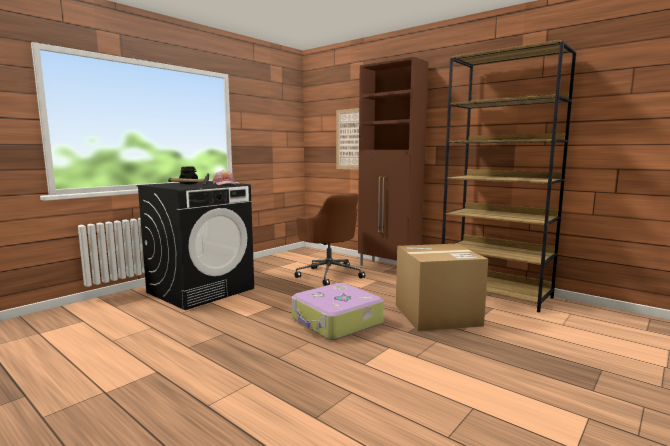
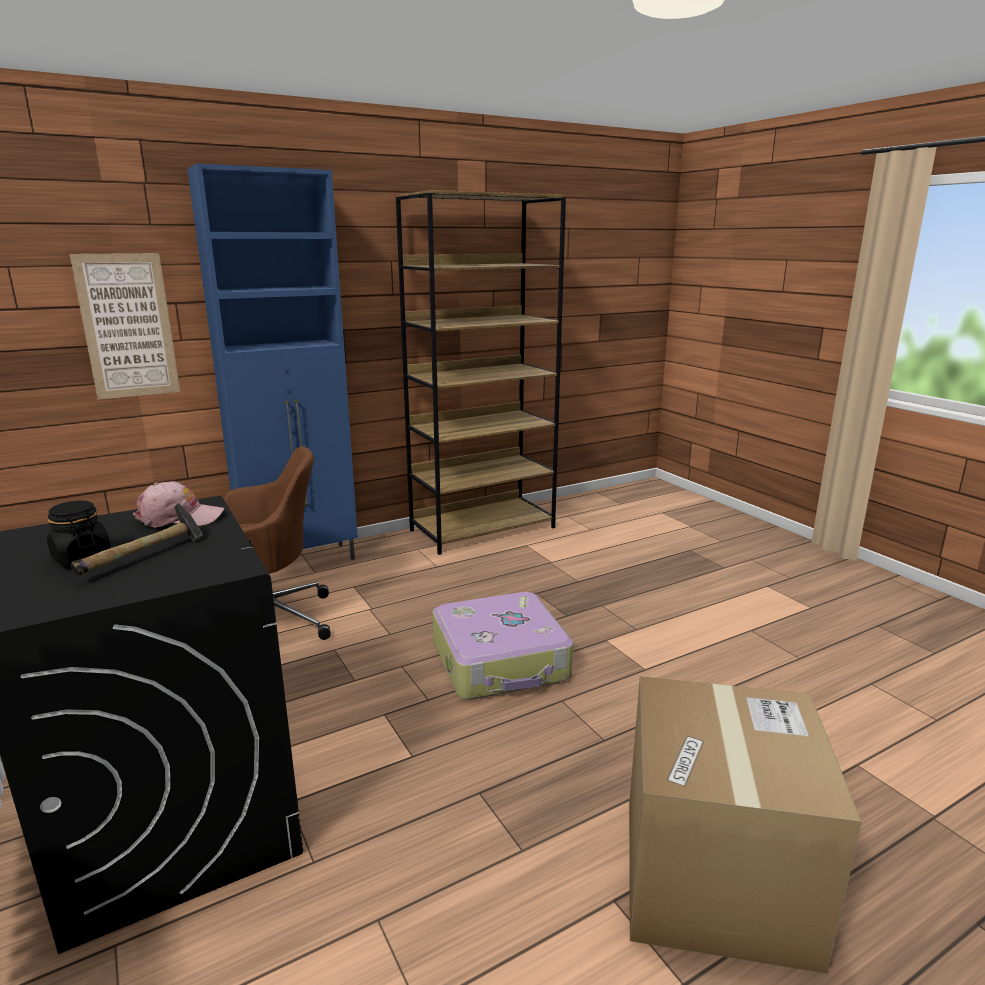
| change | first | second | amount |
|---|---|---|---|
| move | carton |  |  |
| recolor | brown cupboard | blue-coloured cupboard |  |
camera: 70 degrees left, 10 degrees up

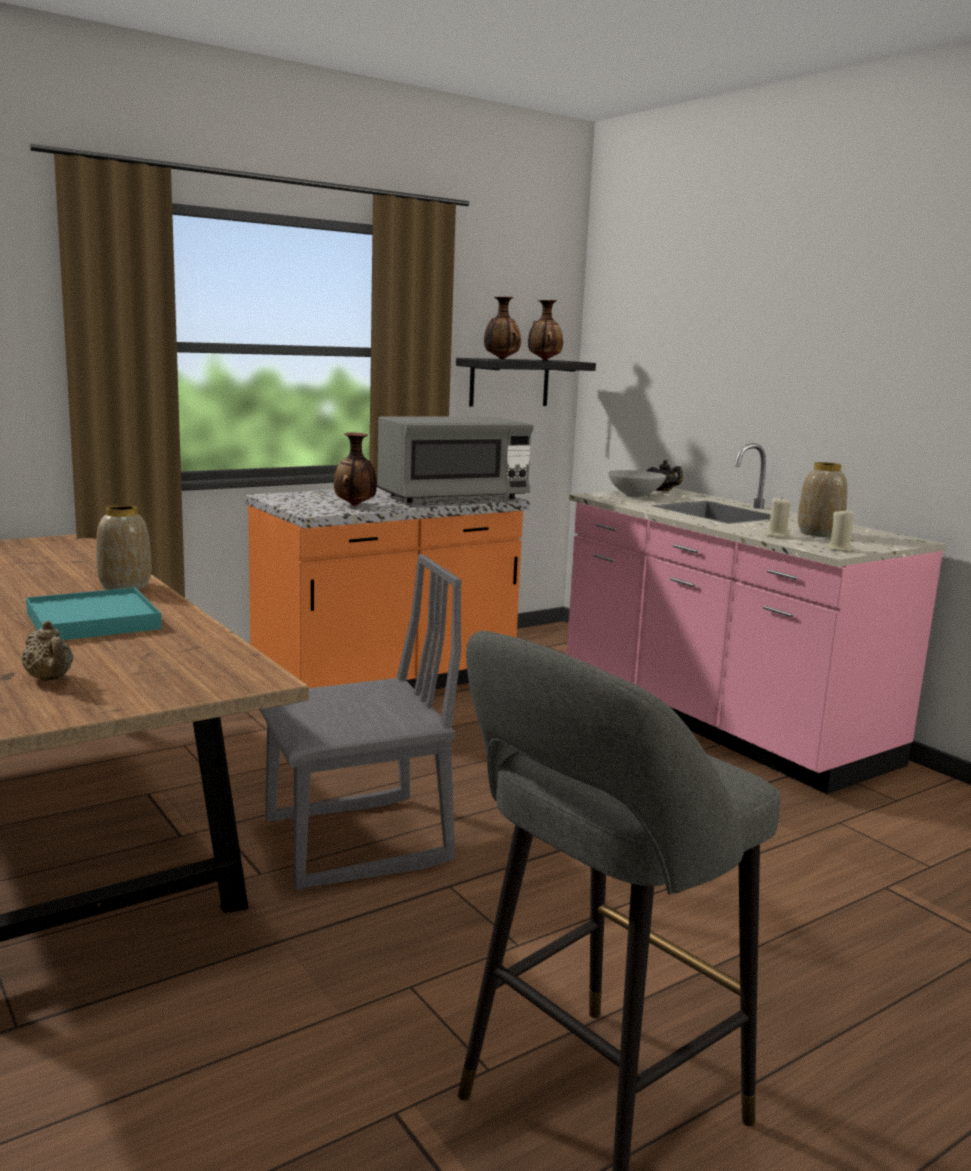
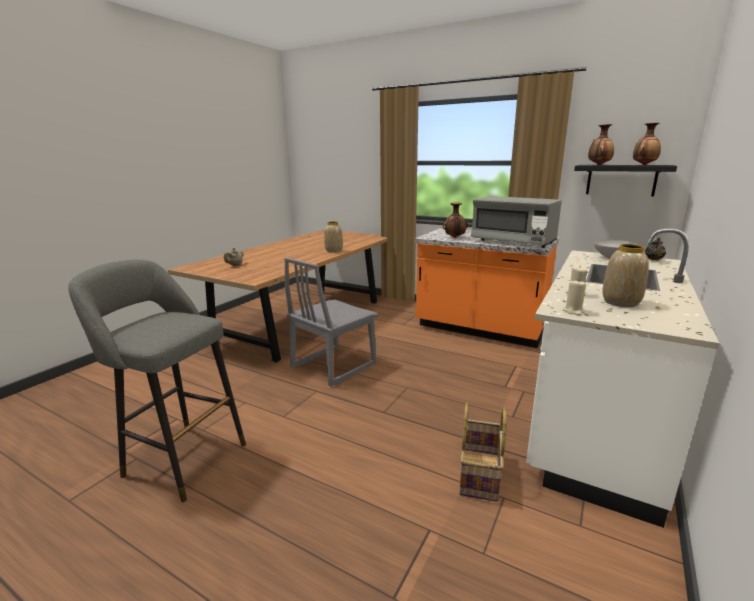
| change | first | second | amount |
|---|---|---|---|
| delete | blue-green tray |  |  |
| insert |  | basket |  |
| recolor | pink-coloured counter | whitish counter |  |
| rotate | grey plain chair |  | 90 degrees clockwise |
camera: 65 degrees right, 5 degrees up

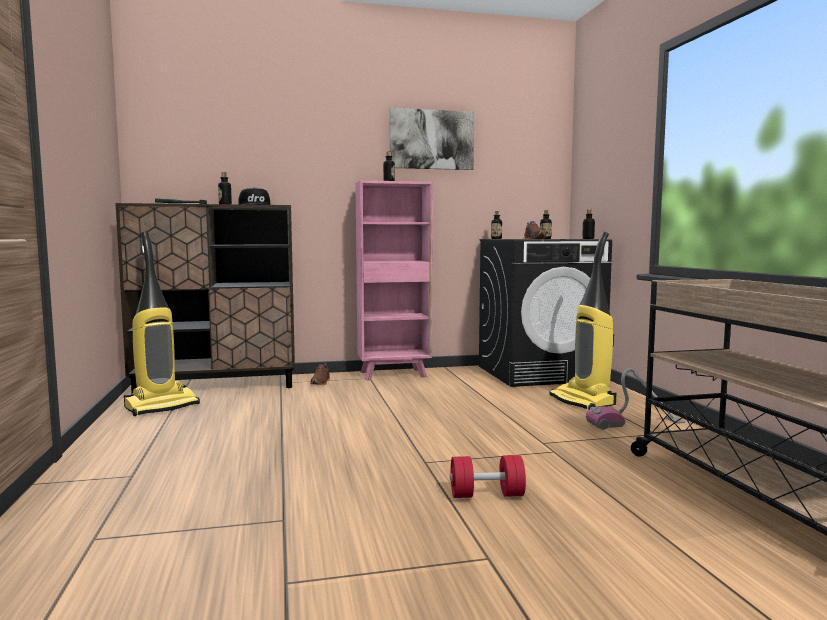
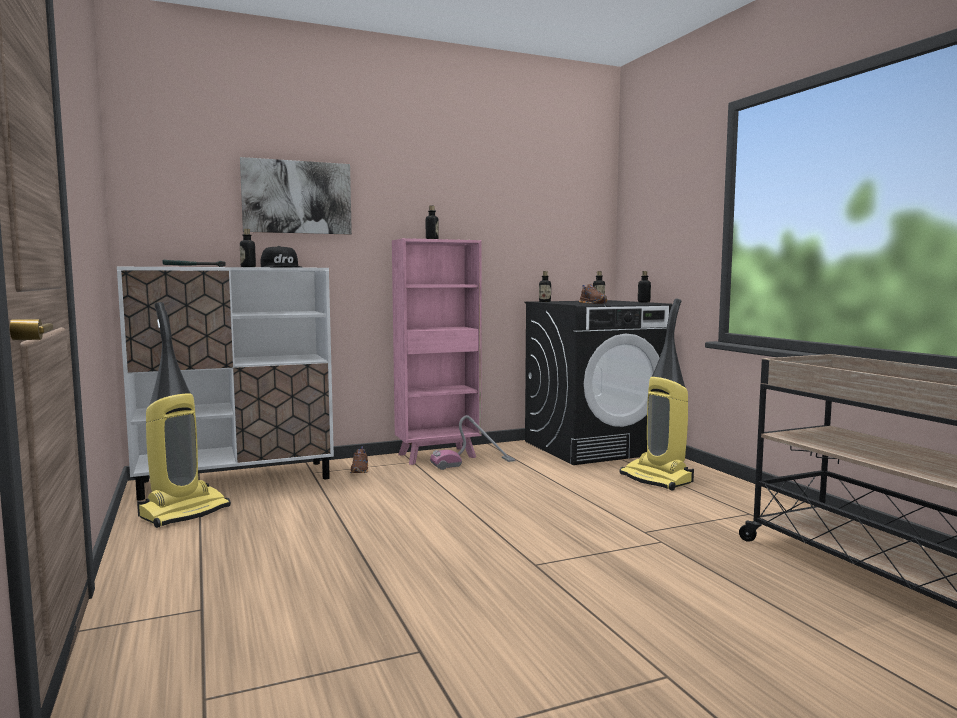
| change | first | second | amount |
|---|---|---|---|
| delete | red hand weight |  |  |
| move | wall art |  |  |
| move | vacuum cleaner (3rd from left in the first image) | vacuum cleaner (2nd from left) |  |
| recolor | brown cupboard | whitish cupboard |  |
camera: 10 degrees left, 0 degrees up

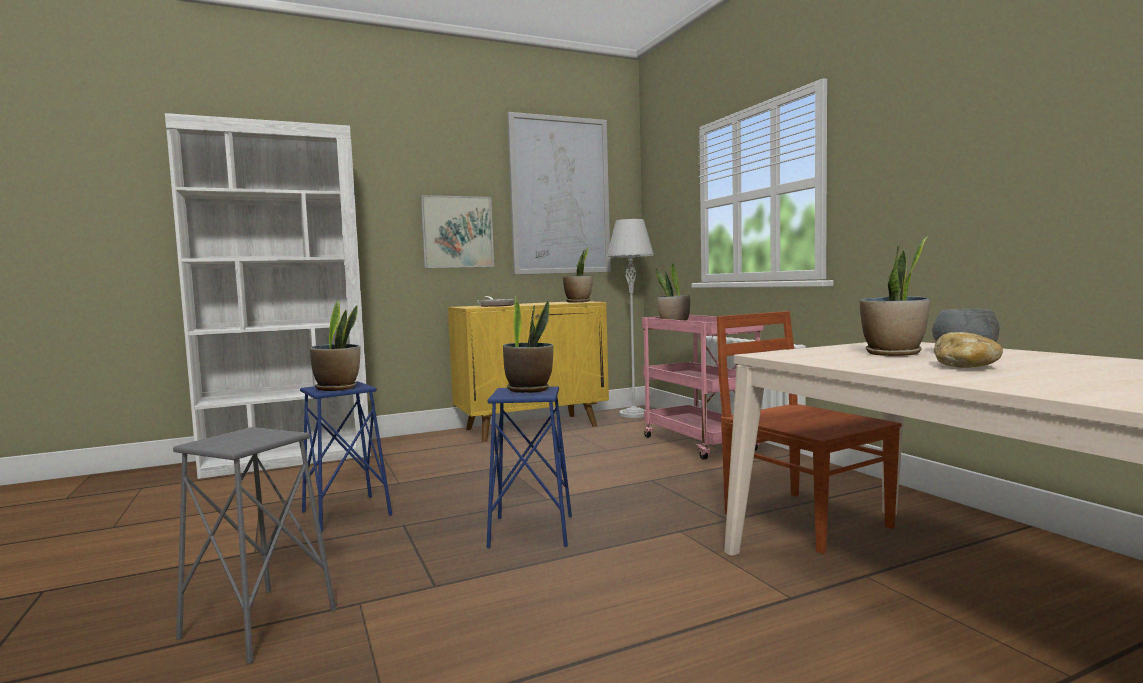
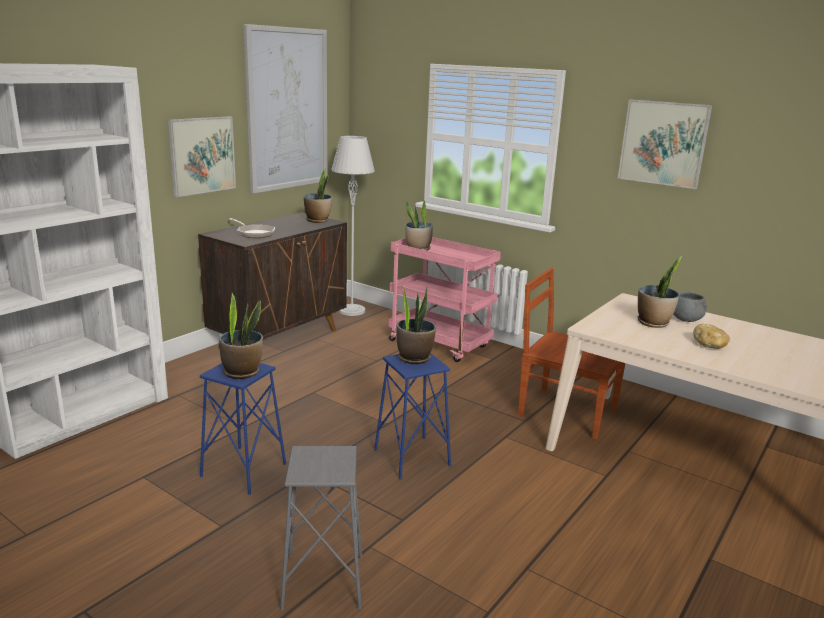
| change | first | second | amount |
|---|---|---|---|
| insert |  | wall art (3rd from left) |  |
| recolor | yellowish cupboard | brown cupboard |  |
camera: 30 degrees left, 15 degrees up

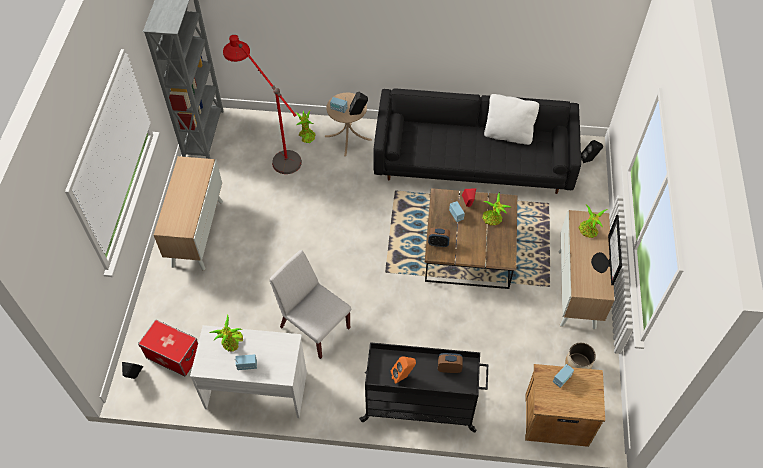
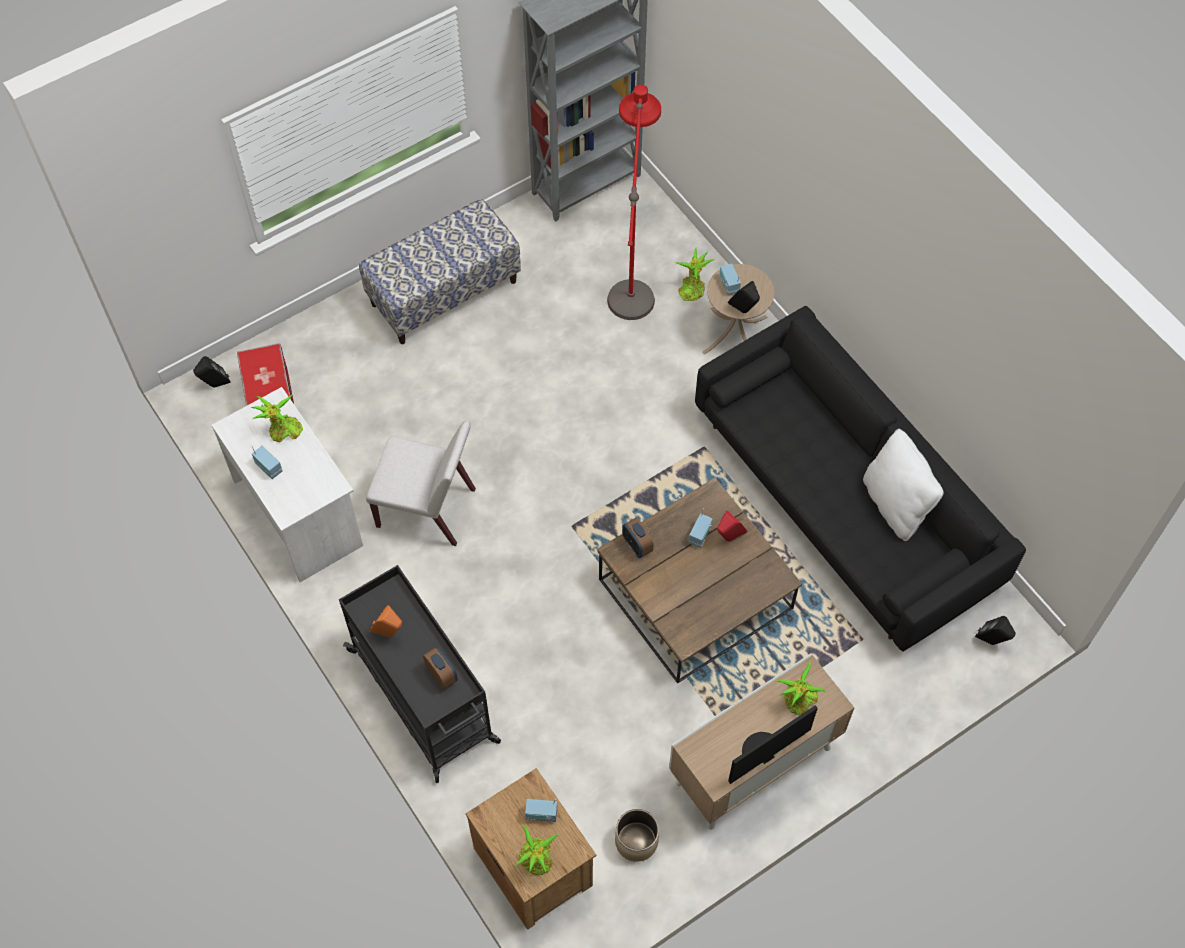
| change | first | second | amount |
|---|---|---|---|
| move | plant in a pot (3rd from left in the first image) | plant in a pot (2nd from left) |  |
| replace | cupboard (1st from left) | bench |  |
| rotate | whitish plain chair |  | 105 degrees clockwise |
camera: 50 degrees right, 5 degrees up

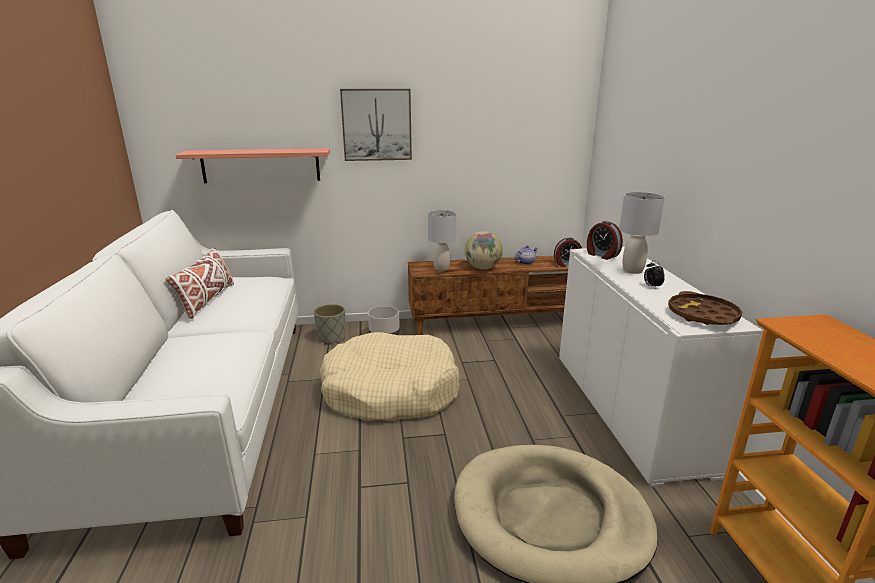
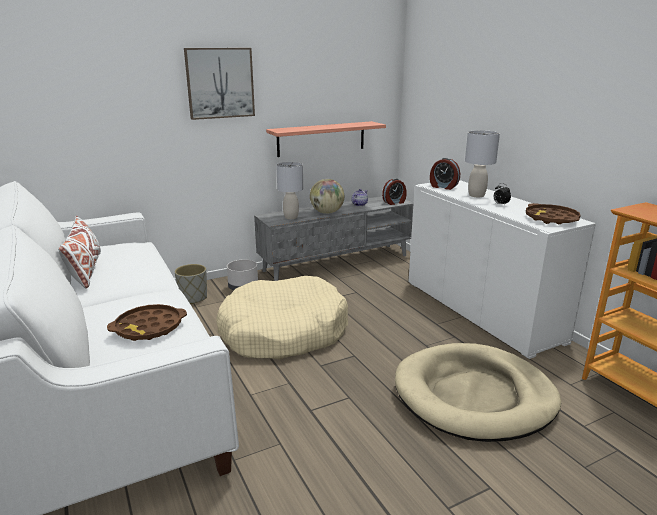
| change | first | second | amount |
|---|---|---|---|
| insert |  | brown tray (1st from left) |  |
| move | bracket shelf |  |  |
| recolor | brown tv stand | grey tv stand |  |
camera: 20 degrees left, 0 degrees up

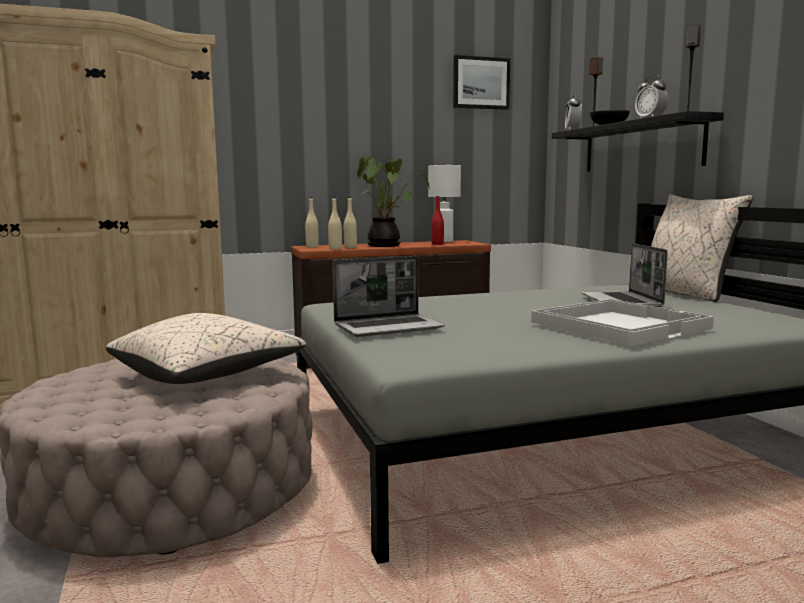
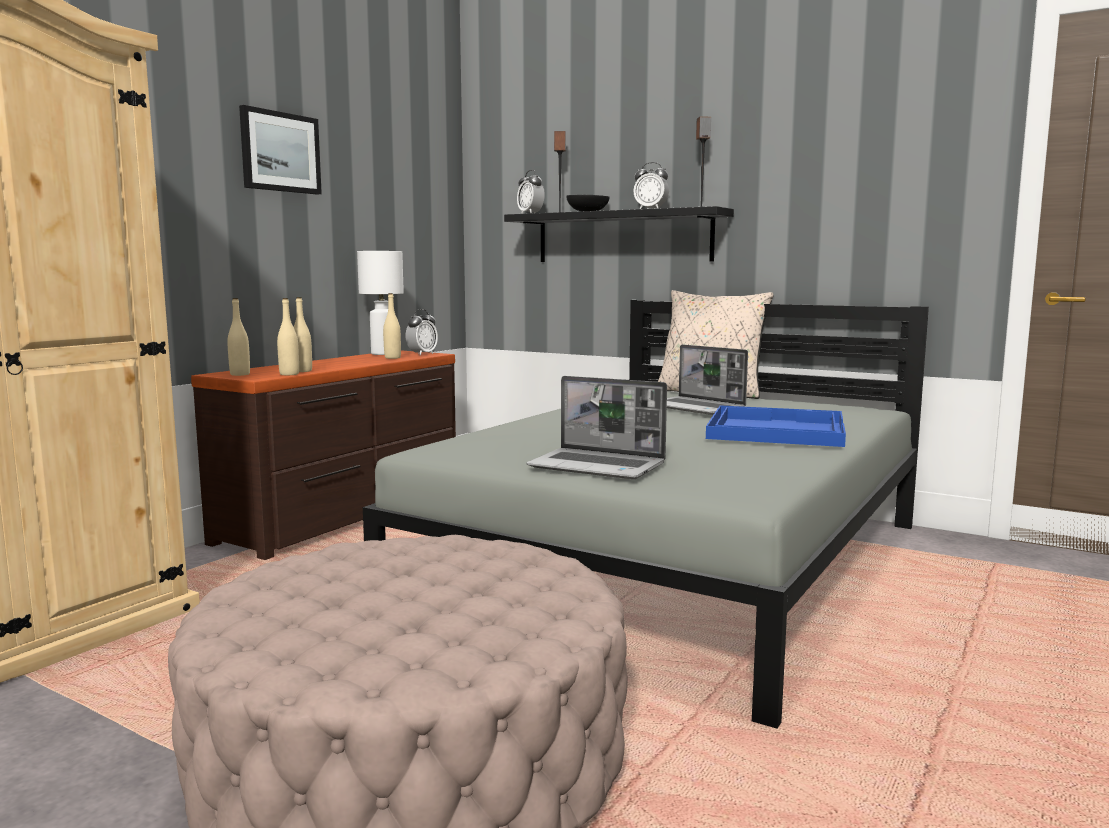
| change | first | second | amount |
|---|---|---|---|
| delete | sand-coloured cushion (1st from left) |  |  |
| delete | plant in a pot |  |  |
| insert |  | table clock (1st from left) |  |
| move | wall art |  |  |
| recolor | red drink bottle | sand-coloured drink bottle (4th from left) |  |
| recolor | whitish tray | blue-coloured tray |  |
| rotate | notebook computer (1st from left) |  | 90 degrees clockwise |
camera: 40 degrees left, 0 degrees up

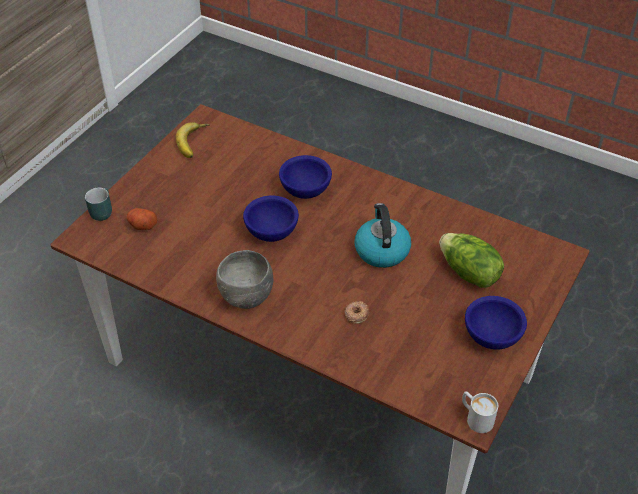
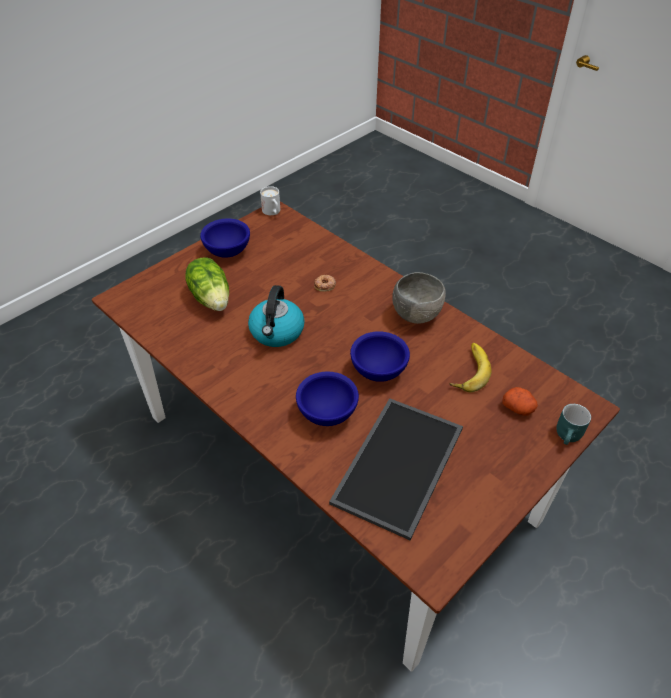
| change | first | second | amount |
|---|---|---|---|
| insert |  | tray |  |
| move | banana fruit |  |  |
camera: 165 degrees left, 0 degrees up

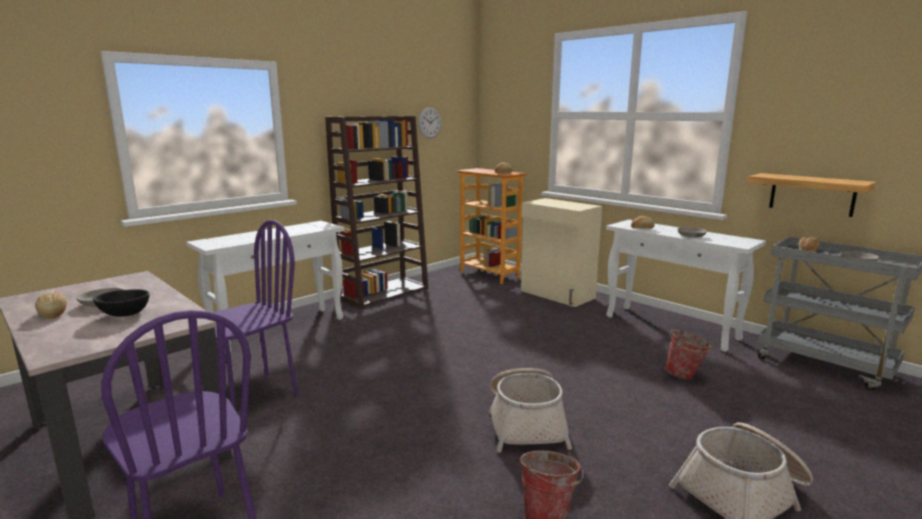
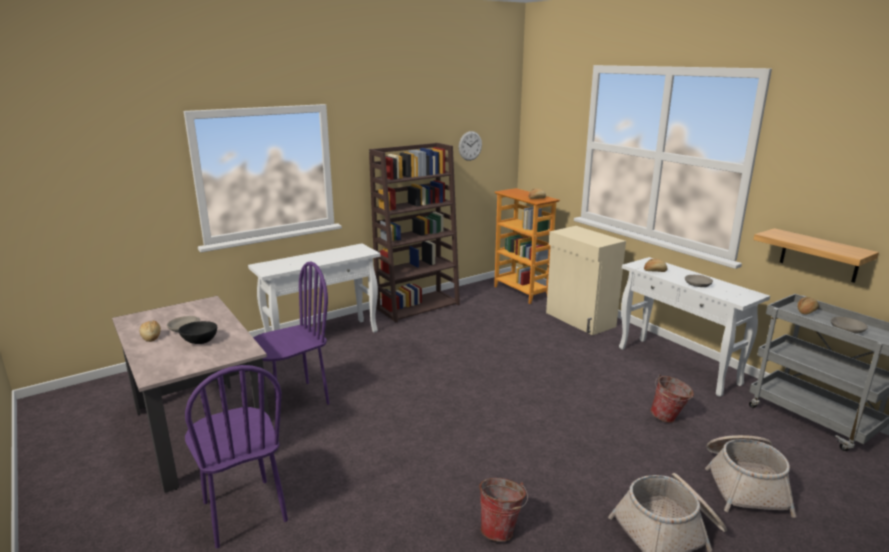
| change | first | second | amount |
|---|---|---|---|
| move | basket (1st from left in the first image) | basket (2nd from left) |  |
camera: 10 degrees right, 5 degrees up

